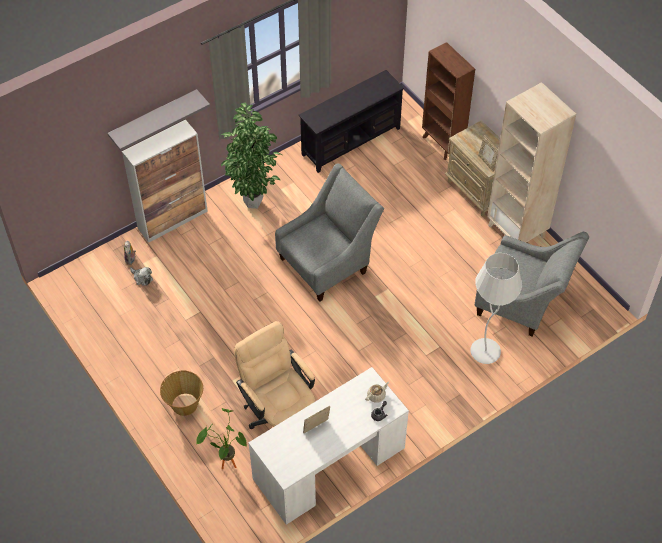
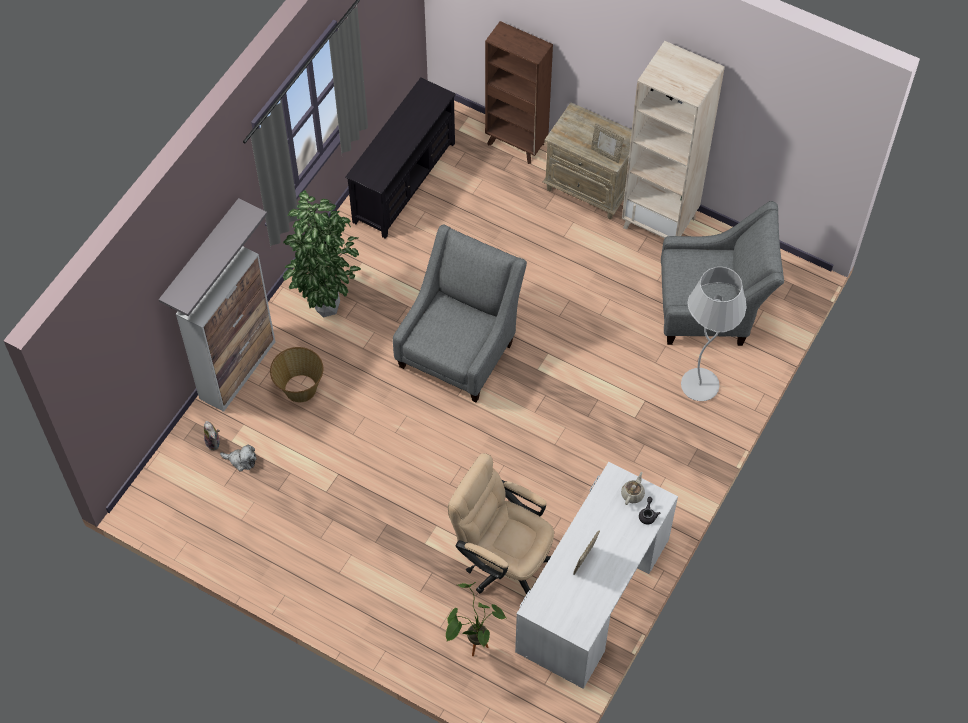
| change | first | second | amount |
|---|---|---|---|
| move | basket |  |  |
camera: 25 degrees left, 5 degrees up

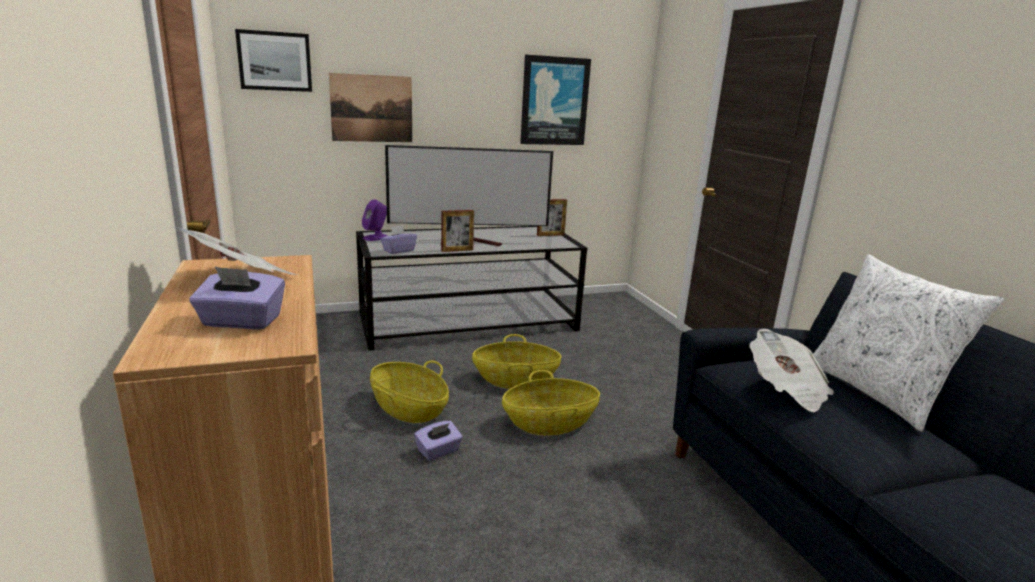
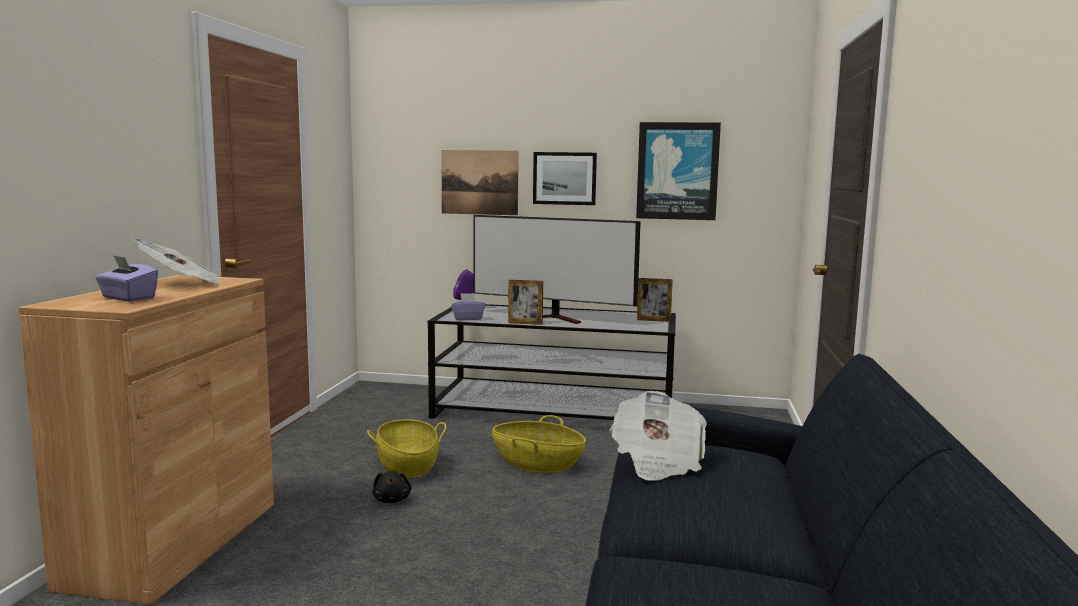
| change | first | second | amount |
|---|---|---|---|
| delete | basket (3rd from left) |  |  |
| delete | whitish cushion |  |  |
| move | wall art (1st from left in the first image) | wall art (2nd from left) |  |
| replace | purplish tissue box (3rd from left) | black plush toy |  |
camera: 30 degrees right, 10 degrees down

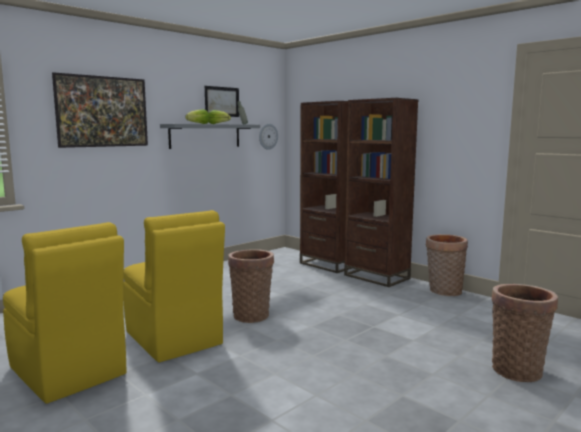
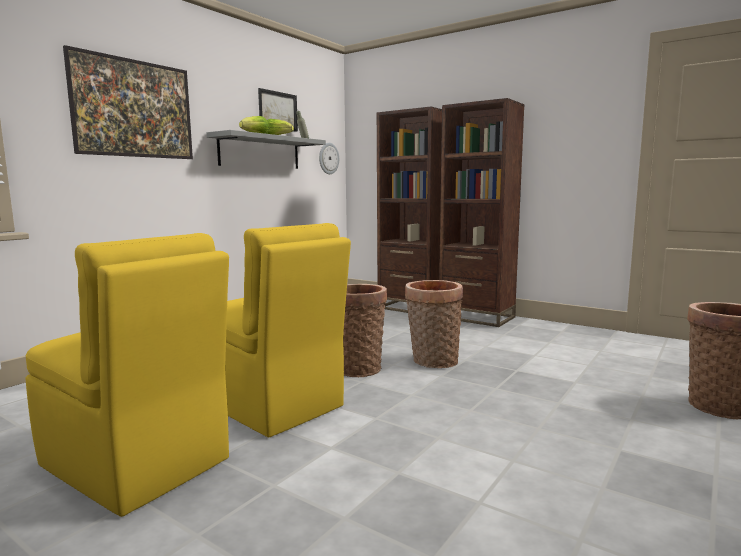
| change | first | second | amount |
|---|---|---|---|
| move | basket (2nd from left) |  |  |
camera: 10 degrees left, 0 degrees up

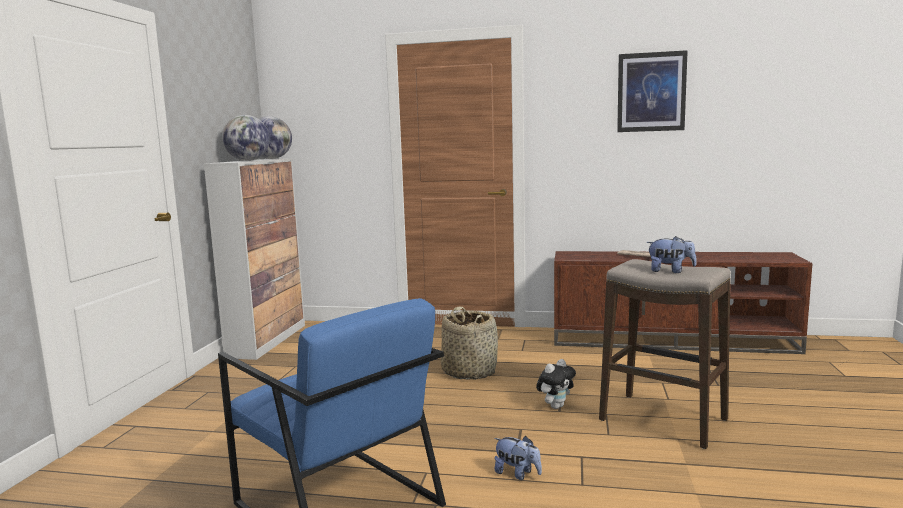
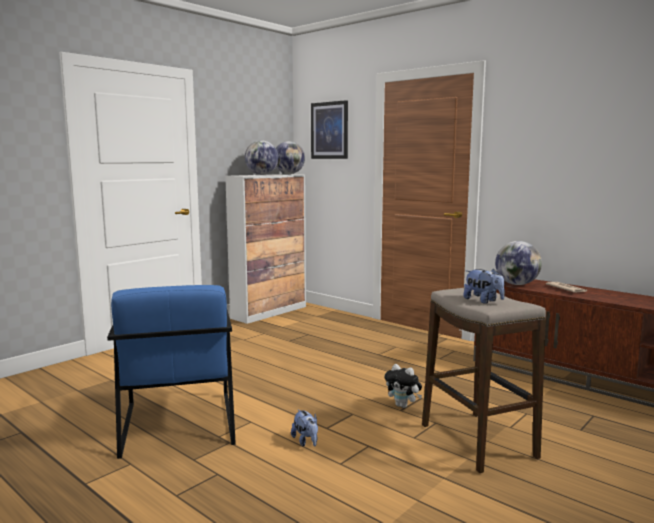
| change | first | second | amount |
|---|---|---|---|
| delete | basket |  |  |
| insert |  | globe (3rd from left) |  |
| move | wall art |  |  |
| rotate | plush toy (2nd from left) |  | 45 degrees clockwise |
camera: 30 degrees right, 0 degrees up

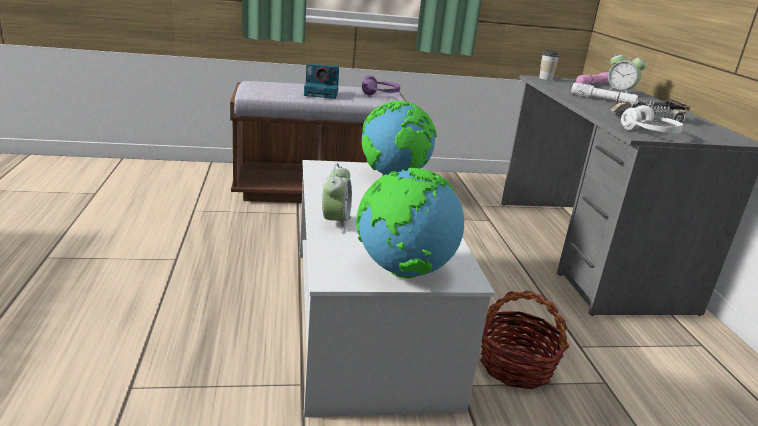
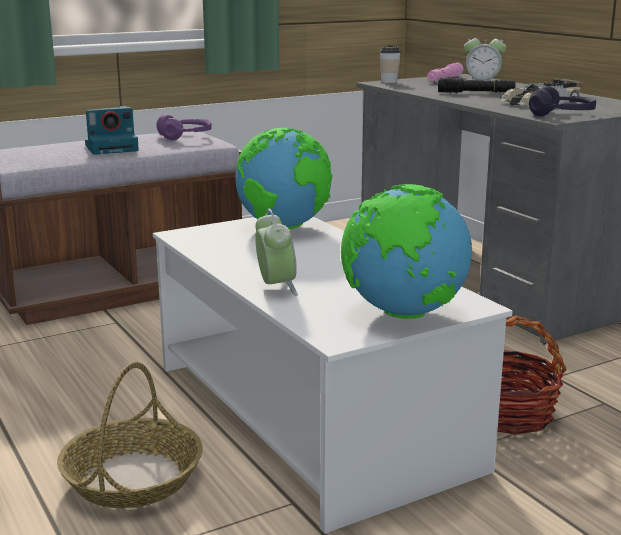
| change | first | second | amount |
|---|---|---|---|
| insert |  | basket (1st from left) |  |
| recolor | whitish hand torch | black hand torch |  |
| recolor | whitish headset | purplish headset (2nd from left) |  |
camera: 20 degrees left, 5 degrees down

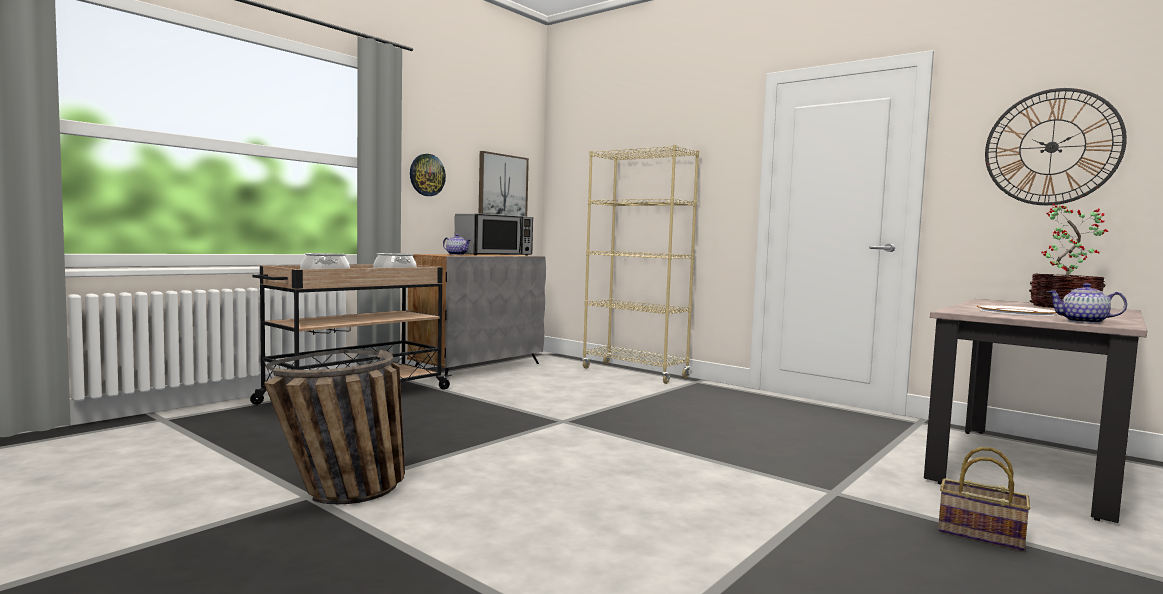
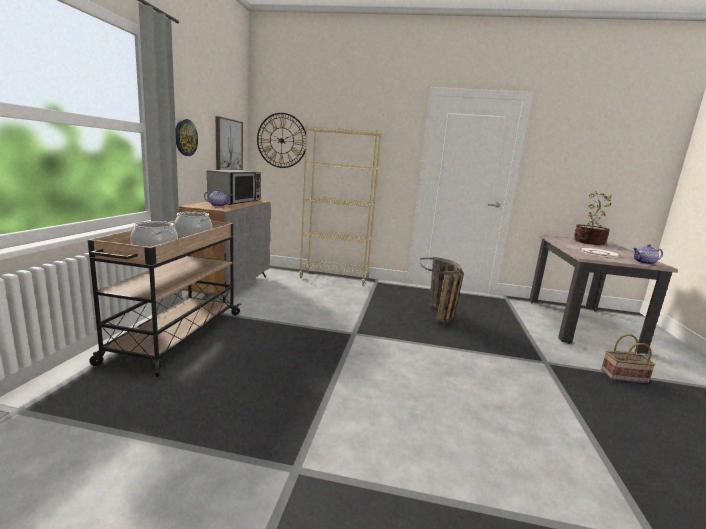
| change | first | second | amount |
|---|---|---|---|
| move | basket (1st from left) |  |  |
| move | clock on the wall (2nd from left) |  |  |
camera: 30 degrees left, 10 degrees up

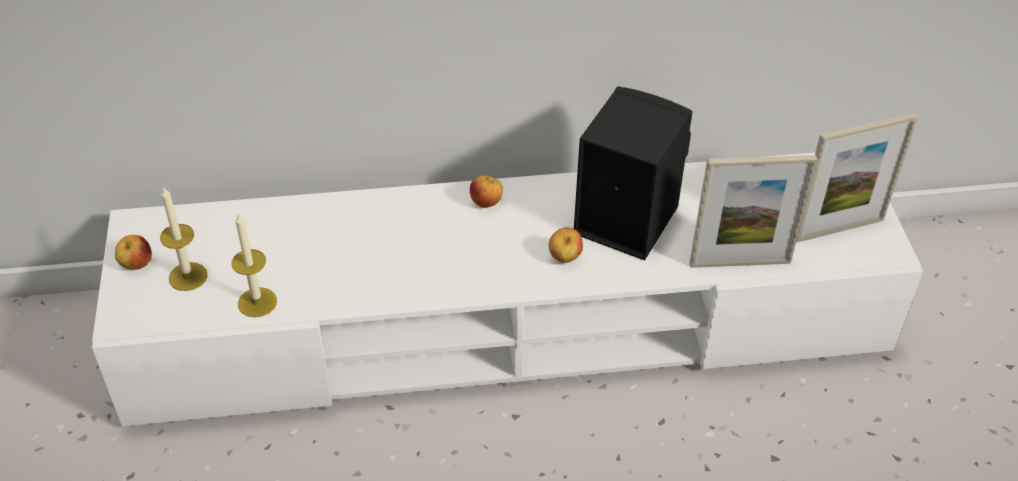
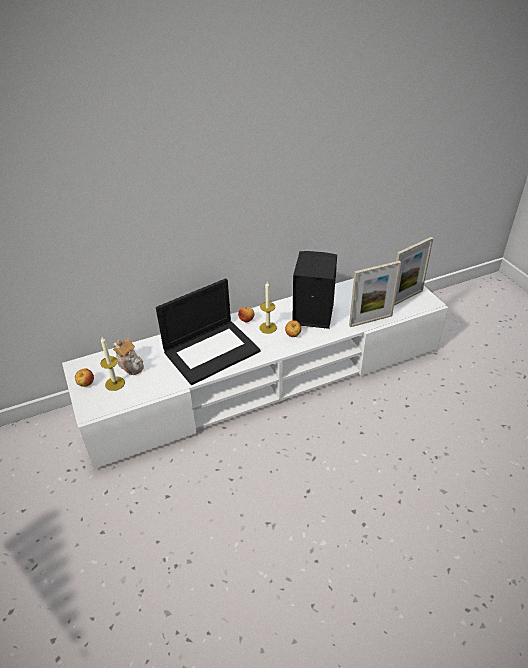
| change | first | second | amount |
|---|---|---|---|
| insert |  | pot for tea |  |
| insert |  | notebook computer |  |
| move | candle (2nd from left) |  |  |
camera: 15 degrees left, 5 degrees down

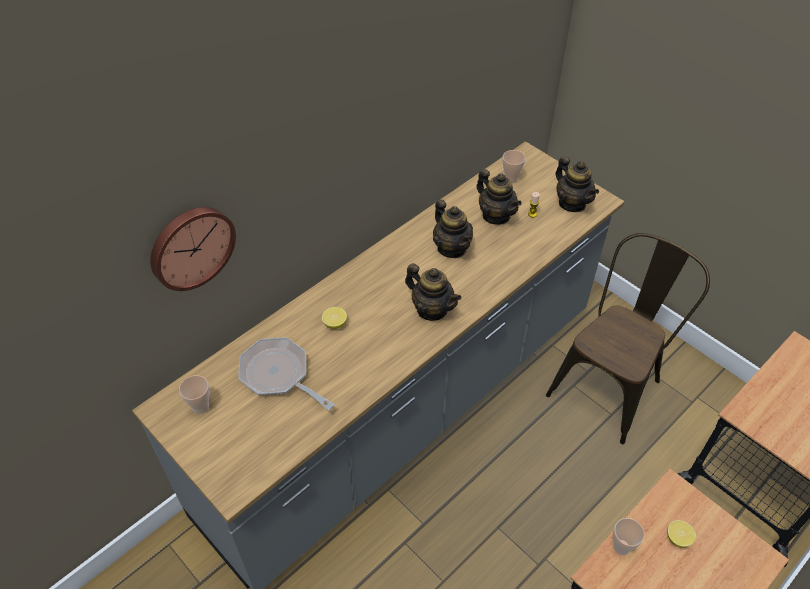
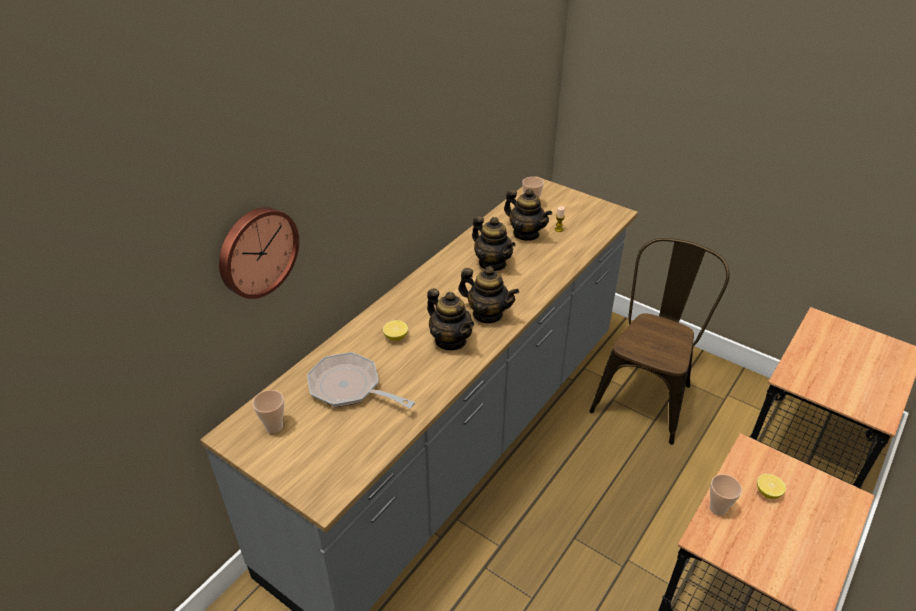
| change | first | second | amount |
|---|---|---|---|
| move | pot for tea (4th from left in the first image) | pot for tea (1st from left) |  |
camera: 10 degrees left, 10 degrees down

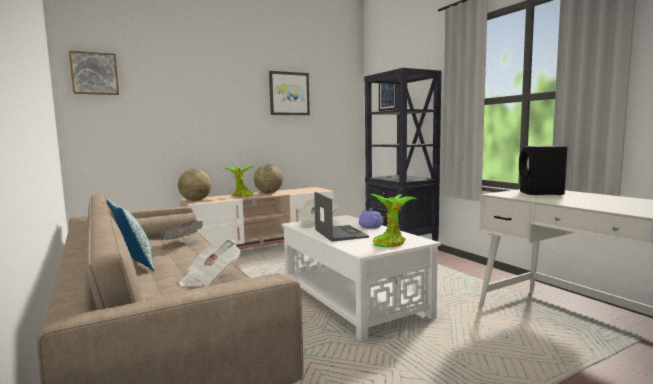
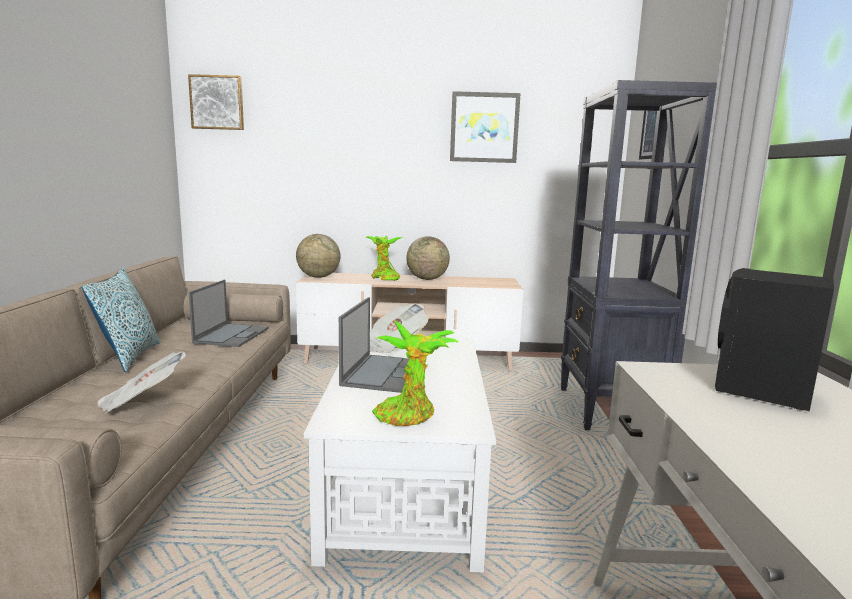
| change | first | second | amount |
|---|---|---|---|
| delete | purplish pot for tea |  |  |
| replace | printed paper (1st from left) | notebook computer (1st from left) |  |
camera: 30 degrees right, 5 degrees up

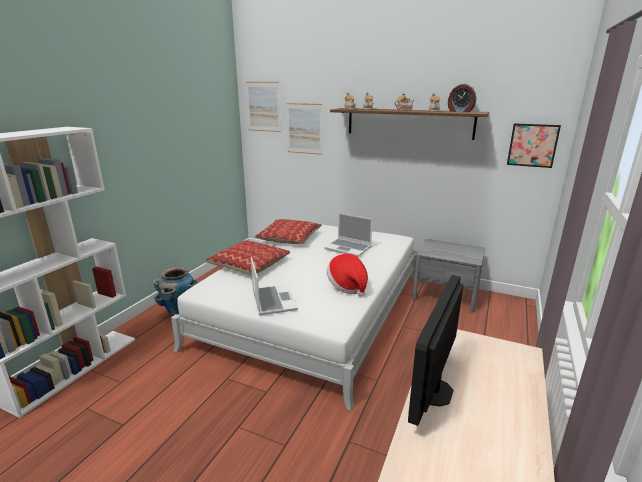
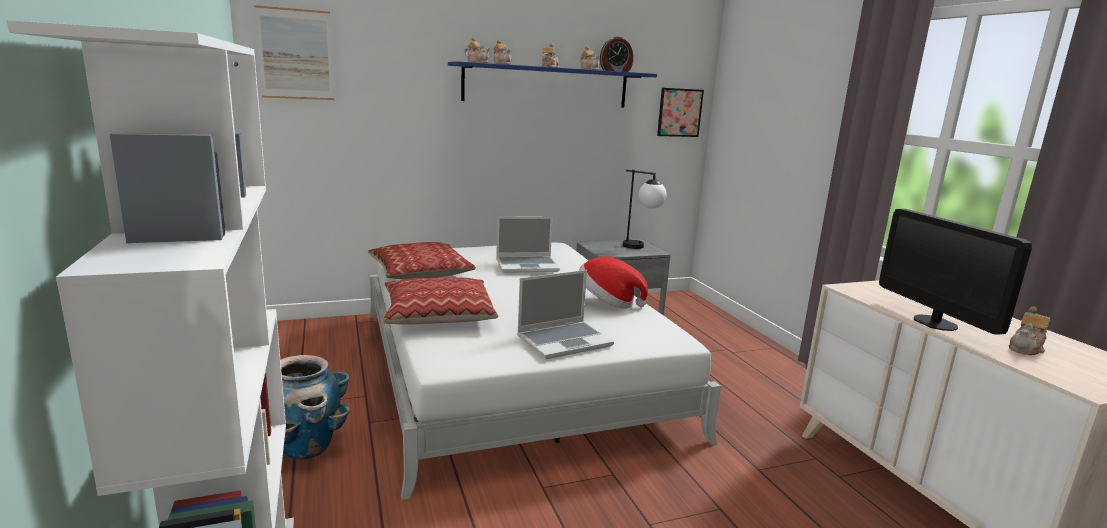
| change | first | second | amount |
|---|---|---|---|
| delete | wall art (2nd from left) |  |  |
| insert |  | lamp for a table |  |
| insert |  | pot for tea (5th from left) |  |
| recolor | brown bracket shelf | blue-coloured bracket shelf |  |
| rotate | notebook computer (1st from left in the first image) | notebook computer (2nd from left) | 120 degrees clockwise |
camera: 45 degrees left, 5 degrees down

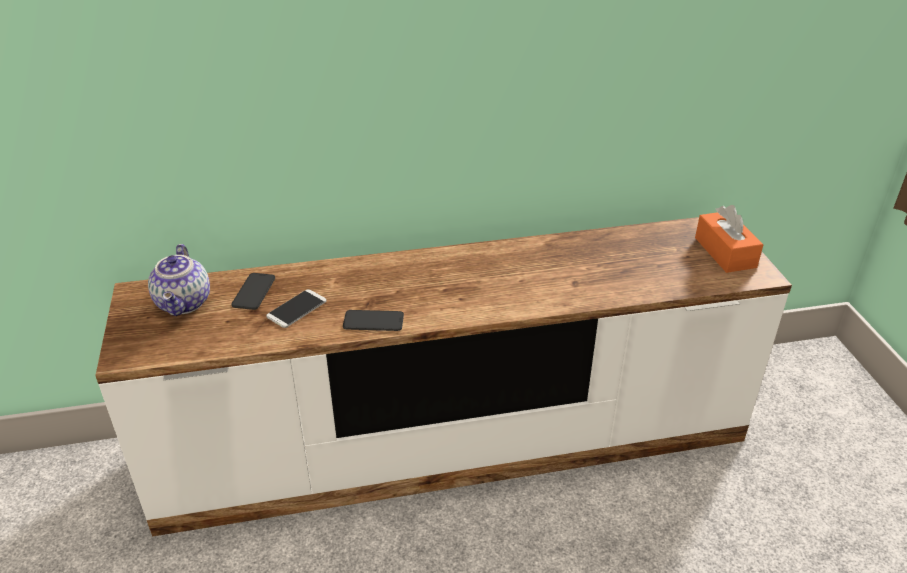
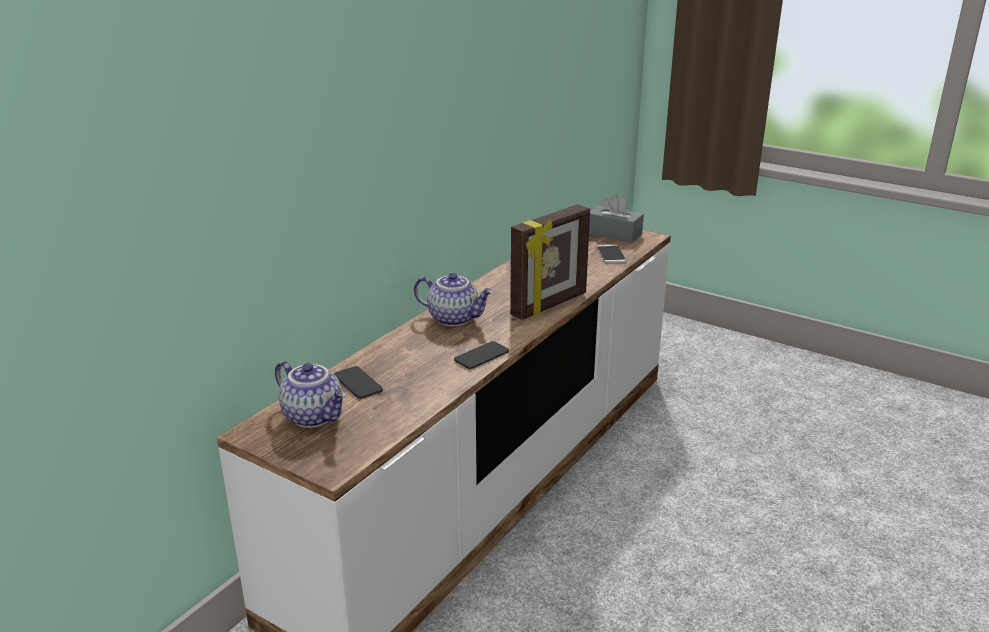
| change | first | second | amount |
|---|---|---|---|
| insert |  | pot for tea (2nd from left) |  |
| insert |  | standing frame |  |
| move | handset (2nd from left in the first image) | handset (3rd from left) |  |
| recolor | orange tissue box | grey tissue box |  |
camera: 45 degrees left, 10 degrees down

